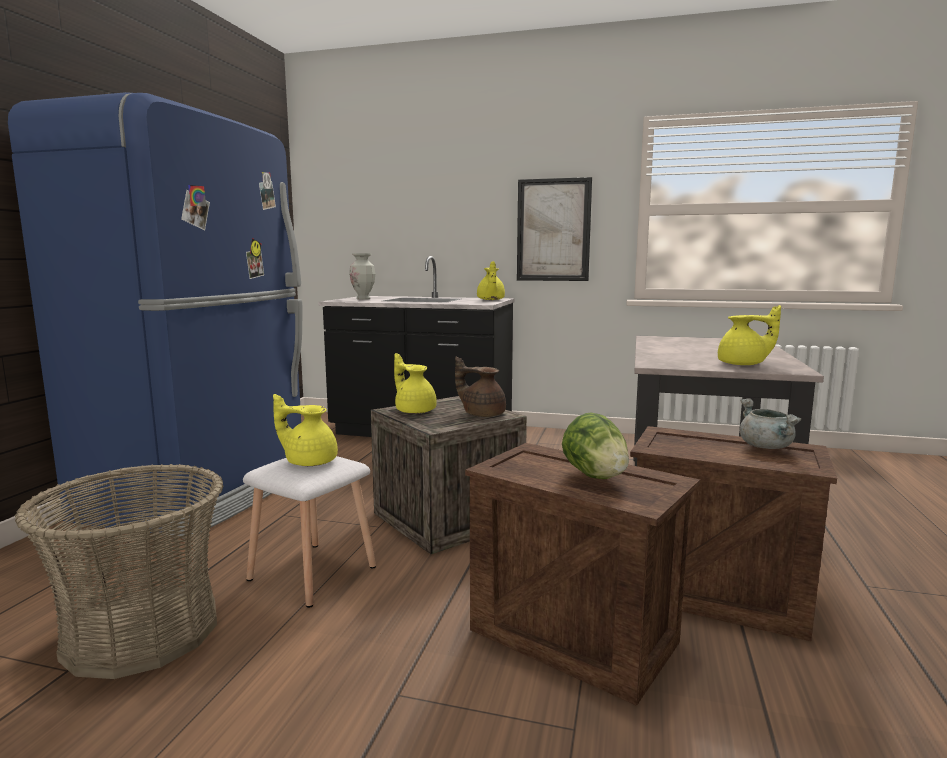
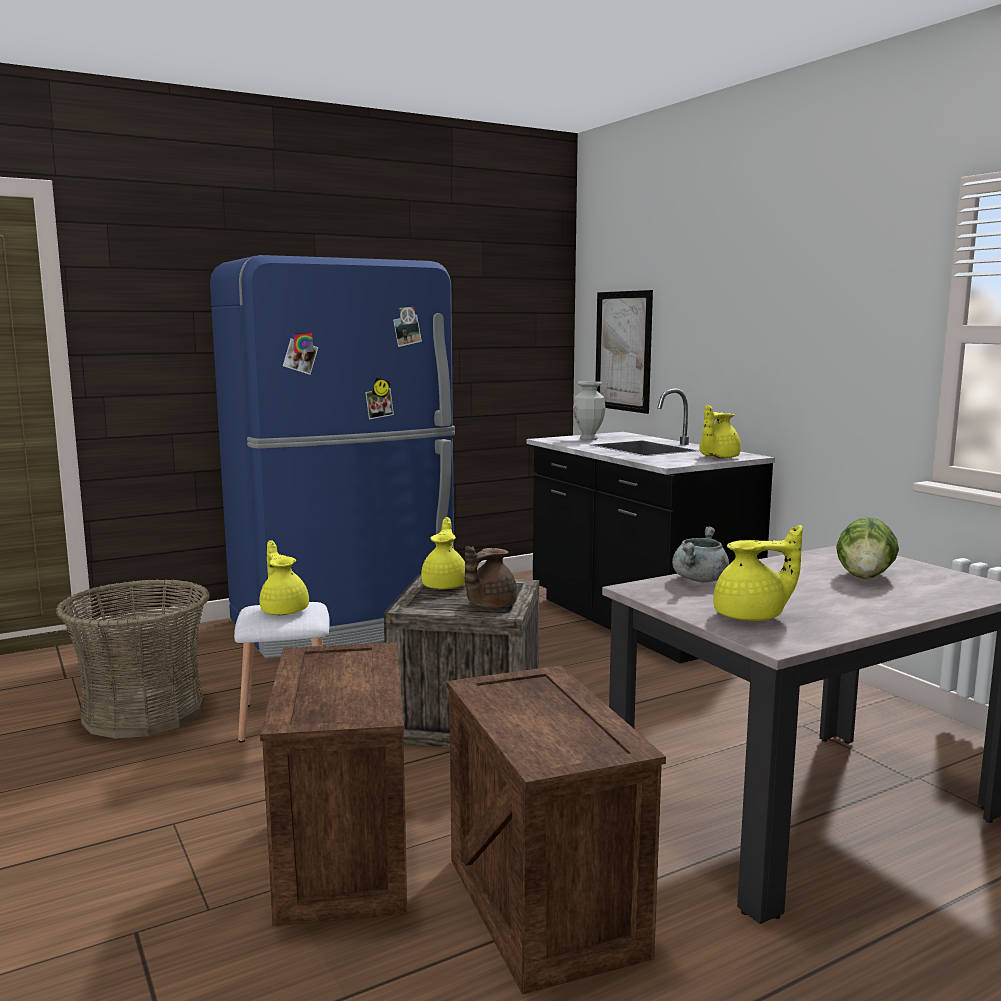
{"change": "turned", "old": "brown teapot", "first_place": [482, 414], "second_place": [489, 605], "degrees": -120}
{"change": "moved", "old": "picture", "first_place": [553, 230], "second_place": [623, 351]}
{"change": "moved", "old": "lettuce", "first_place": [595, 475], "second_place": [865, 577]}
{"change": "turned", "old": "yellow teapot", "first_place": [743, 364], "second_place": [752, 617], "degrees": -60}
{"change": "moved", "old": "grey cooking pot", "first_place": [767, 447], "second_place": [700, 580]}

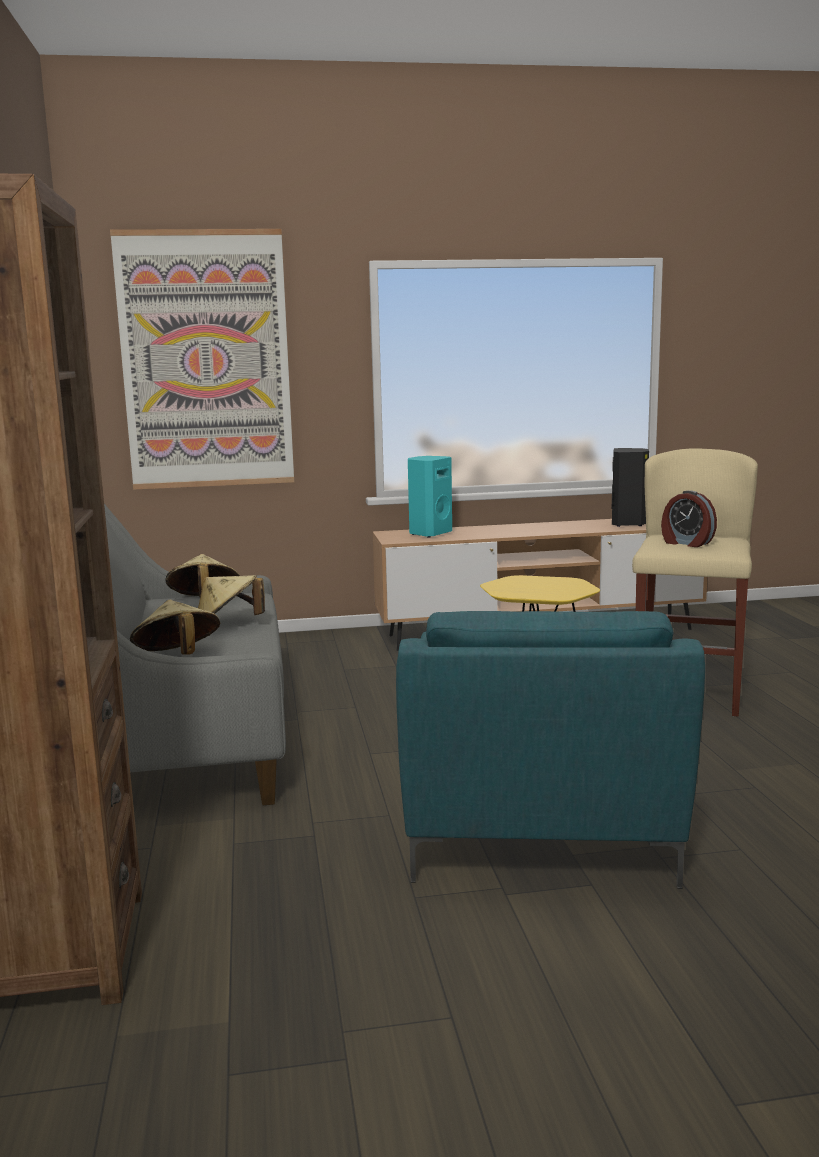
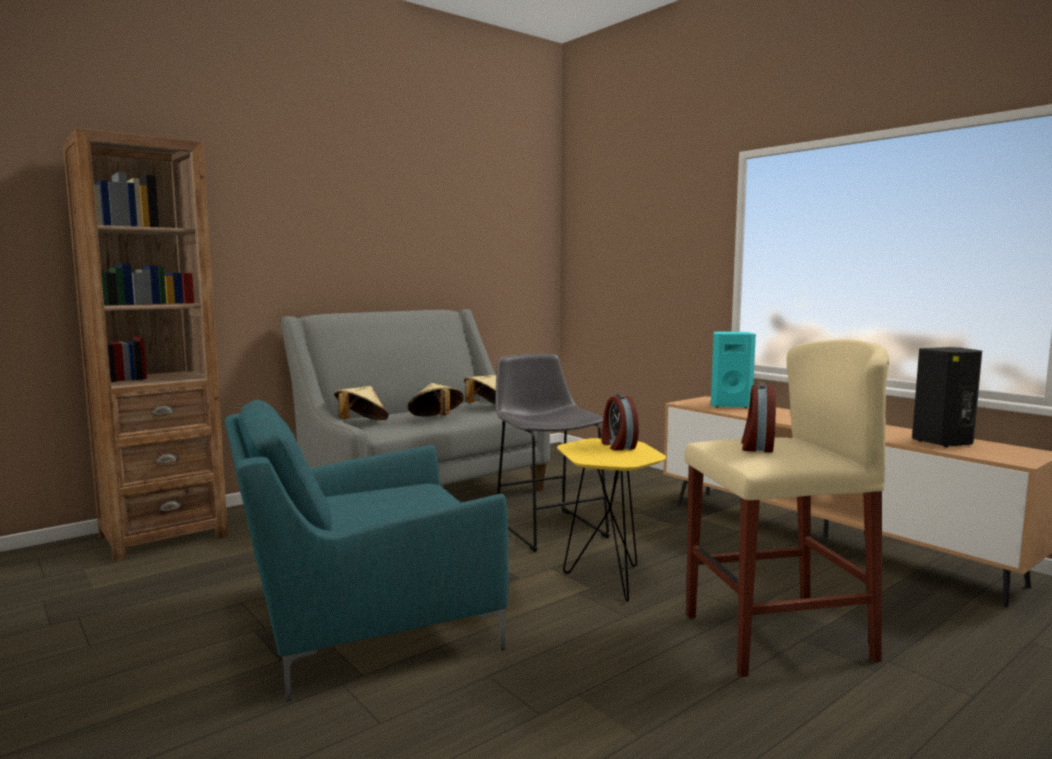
{"change": "removed", "old": "picture", "first_place": [206, 361]}
{"change": "added", "new": "grey stool", "second_place": [548, 527]}
{"change": "added", "new": "alarm clock", "second_place": [617, 445]}

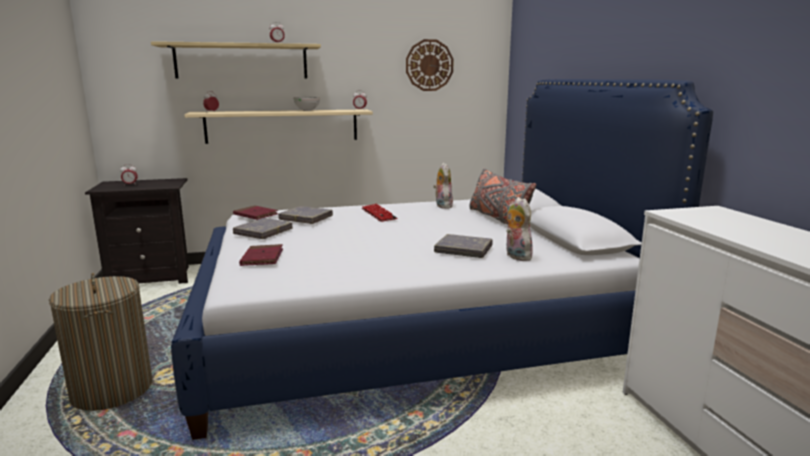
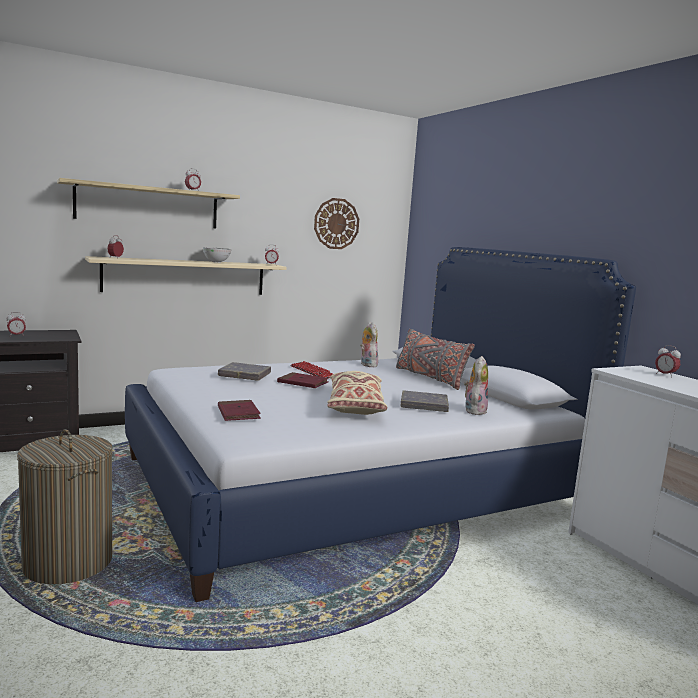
{"change": "moved", "old": "red book", "first_place": [255, 215], "second_place": [303, 383]}
{"change": "removed", "old": "grey book", "first_place": [263, 232]}
{"change": "turned", "old": "plush toy", "first_place": [515, 256], "second_place": [474, 410], "degrees": 60}
{"change": "added", "new": "beige pillow", "second_place": [355, 405]}
{"change": "added", "new": "alarm clock", "second_place": [665, 375]}

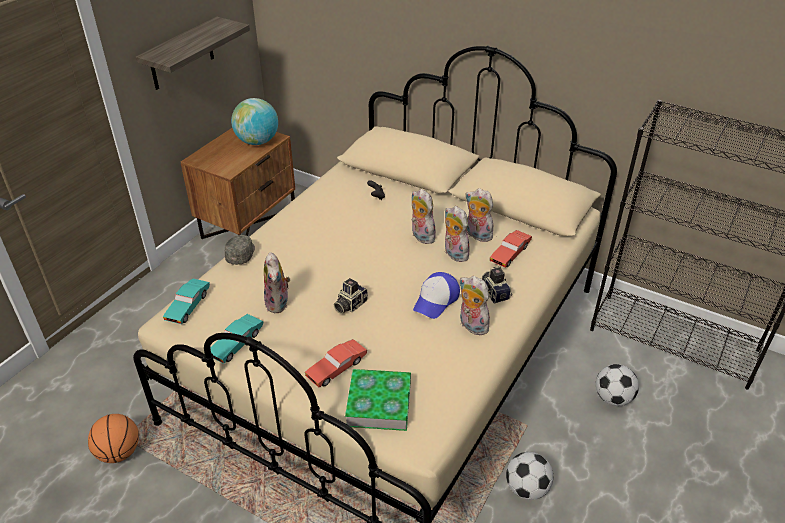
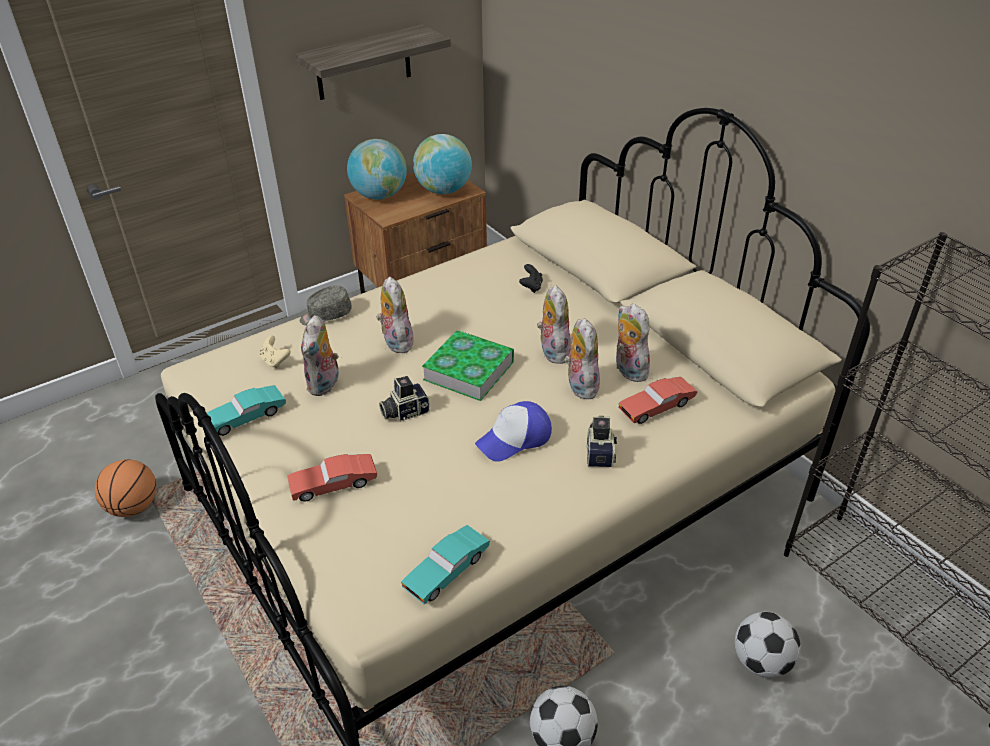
{"change": "moved", "old": "turquoise toy car", "first_place": [188, 306], "second_place": [447, 571]}
{"change": "turned", "old": "grey cap", "first_place": [241, 254], "second_place": [326, 315], "degrees": -150}
{"change": "moved", "old": "book", "first_place": [379, 403], "second_place": [469, 370]}
{"change": "moved", "old": "plush toy", "first_place": [471, 326], "second_place": [396, 342]}
{"change": "added", "new": "beige game controller", "second_place": [275, 361]}
{"change": "added", "new": "globe", "second_place": [379, 196]}

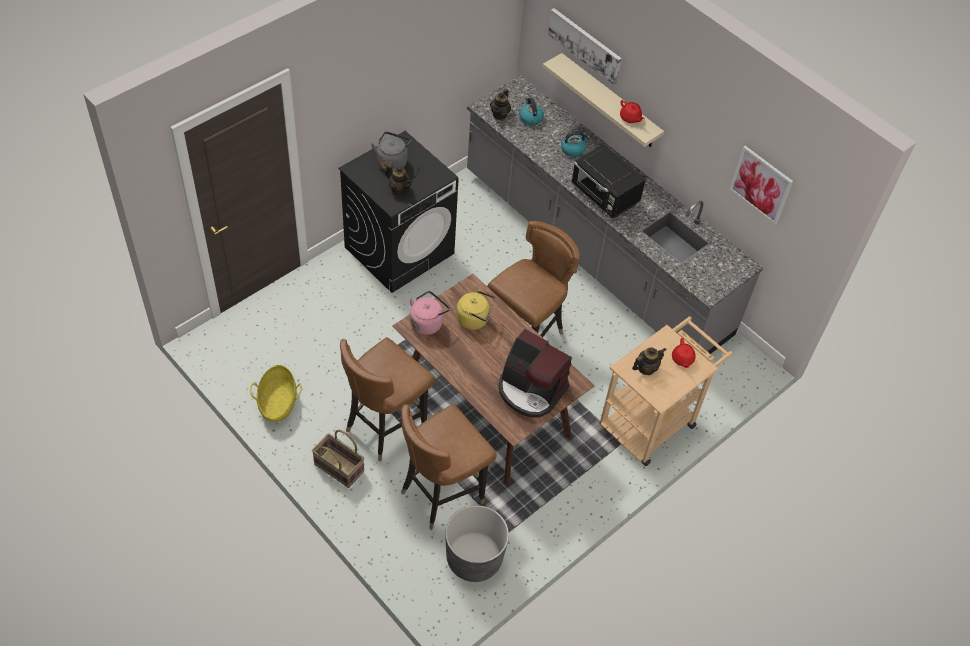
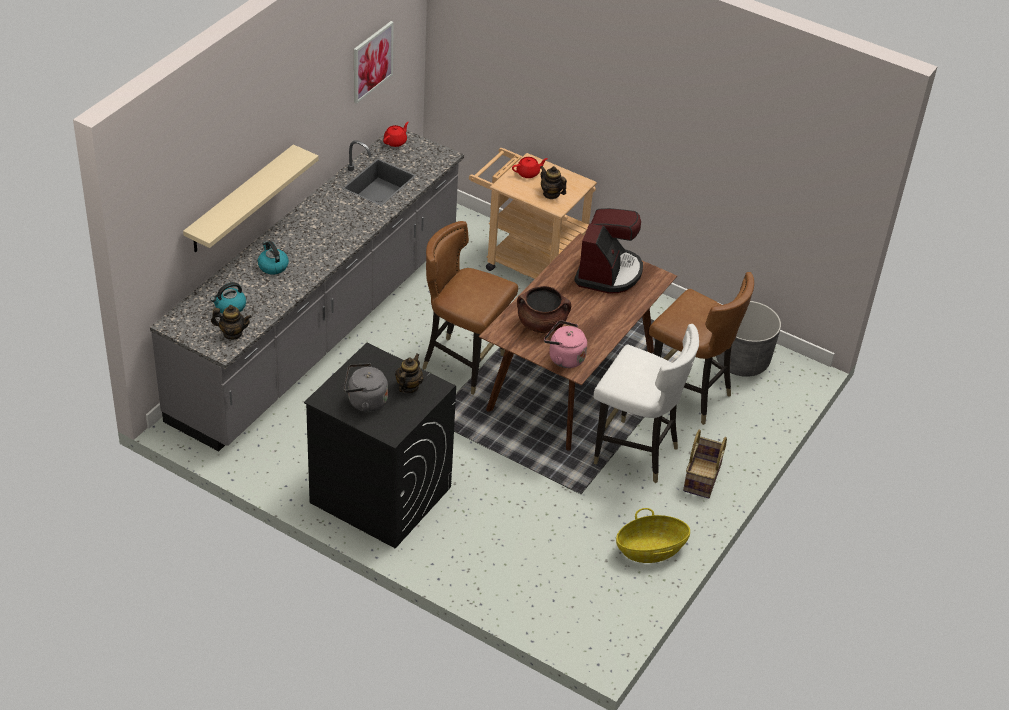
{"change": "recoloured", "old": "brown chair", "new": "white chair", "first_place": [385, 427], "second_place": [634, 453]}
{"change": "replaced", "old": "yellow kettle", "new": "brown cooking pot", "first_place": [474, 319], "second_place": [542, 324]}
{"change": "removed", "old": "picture", "first_place": [585, 45]}
{"change": "removed", "old": "black microwave", "first_place": [604, 196]}
{"change": "moved", "old": "red teapot", "first_place": [630, 118], "second_place": [395, 142]}

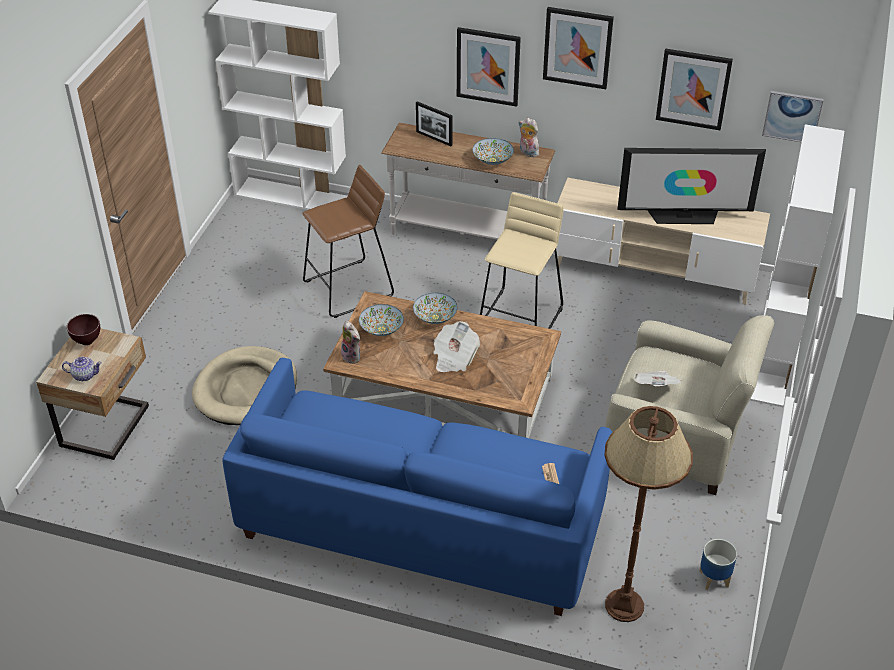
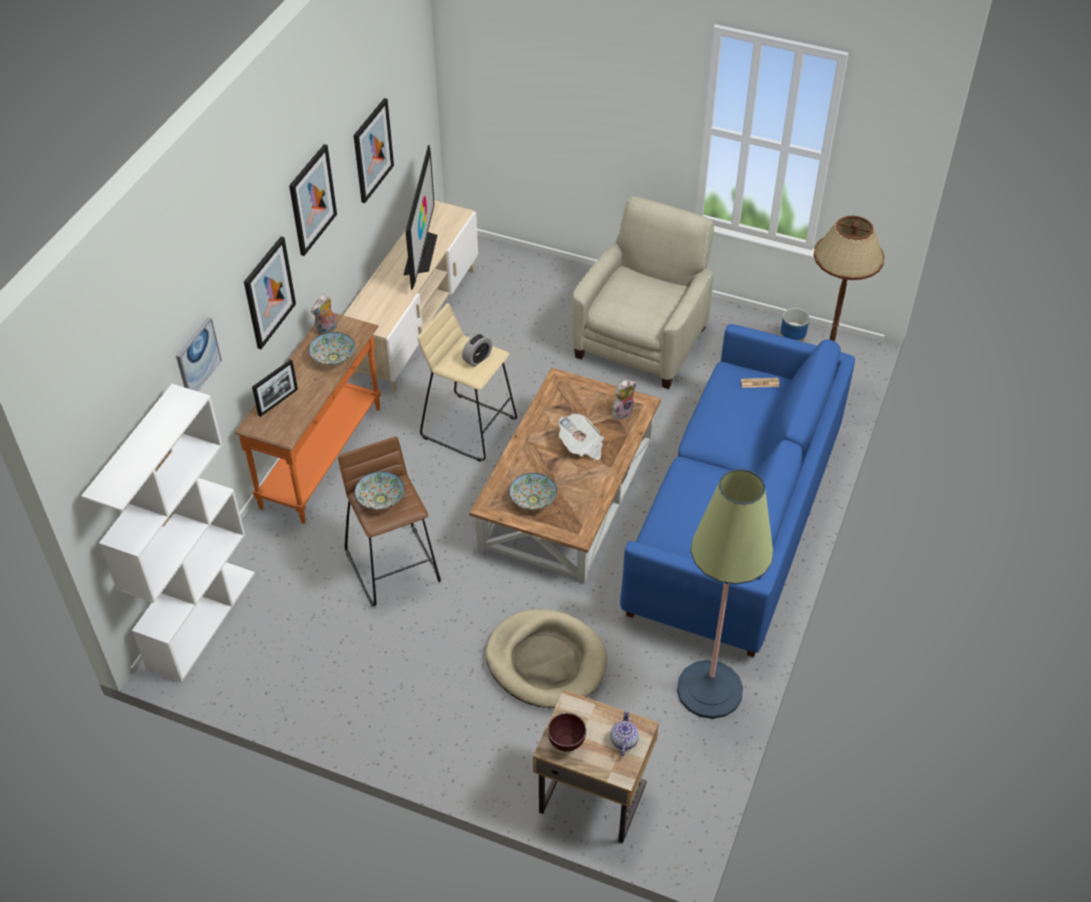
{"change": "moved", "old": "plush toy", "first_place": [353, 356], "second_place": [622, 411]}
{"change": "recoloured", "old": "white console table", "new": "orange console table", "first_place": [467, 235], "second_place": [323, 457]}
{"change": "moved", "old": "bowl", "first_place": [435, 317], "second_place": [380, 499]}
{"change": "removed", "old": "newspaper", "first_place": [655, 387]}
{"change": "removed", "old": "white bookcase", "first_place": [773, 360]}
{"change": "moved", "old": "picture", "first_place": [792, 116], "second_place": [197, 357]}
{"change": "added", "new": "alarm clock", "second_place": [477, 359]}
{"change": "added", "new": "floor lamp", "second_place": [709, 690]}

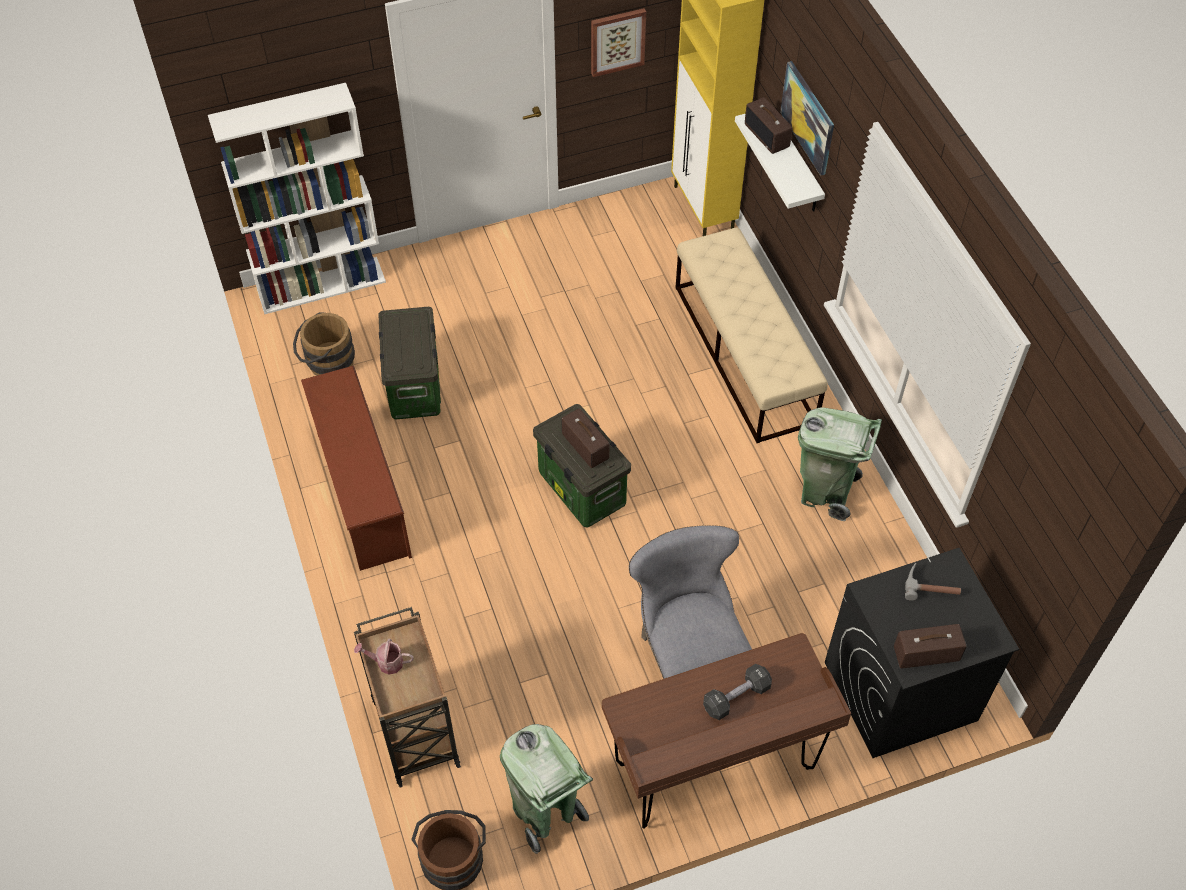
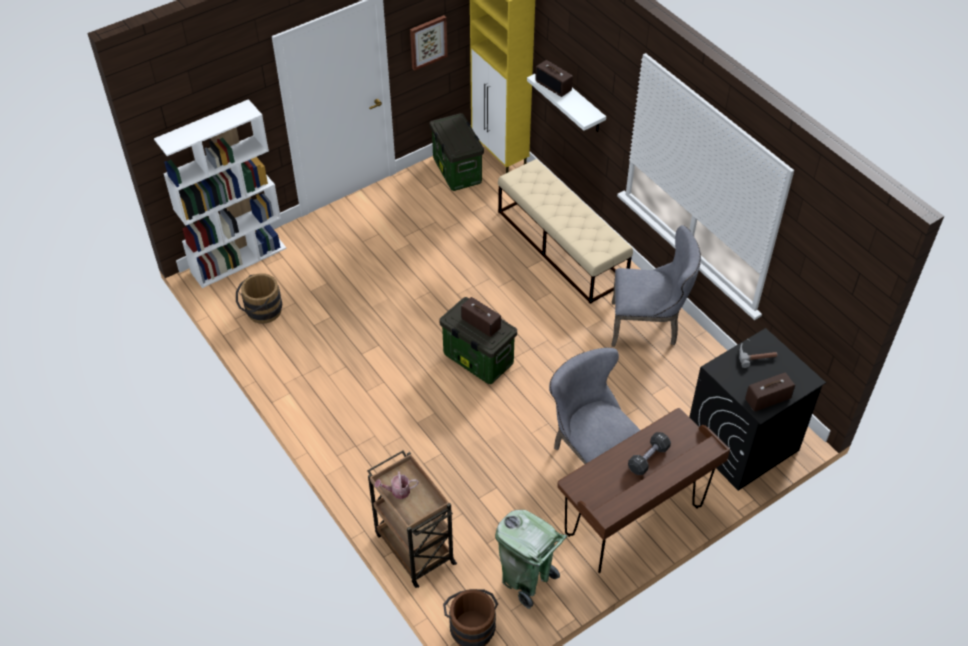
{"change": "removed", "old": "brown shoe rack", "first_place": [361, 493]}
{"change": "moved", "old": "storage box", "first_place": [415, 388], "second_place": [458, 171]}
{"change": "removed", "old": "picture", "first_place": [808, 117]}
{"change": "replaced", "old": "green trash can", "new": "grey chair", "first_place": [826, 492], "second_place": [648, 325]}

